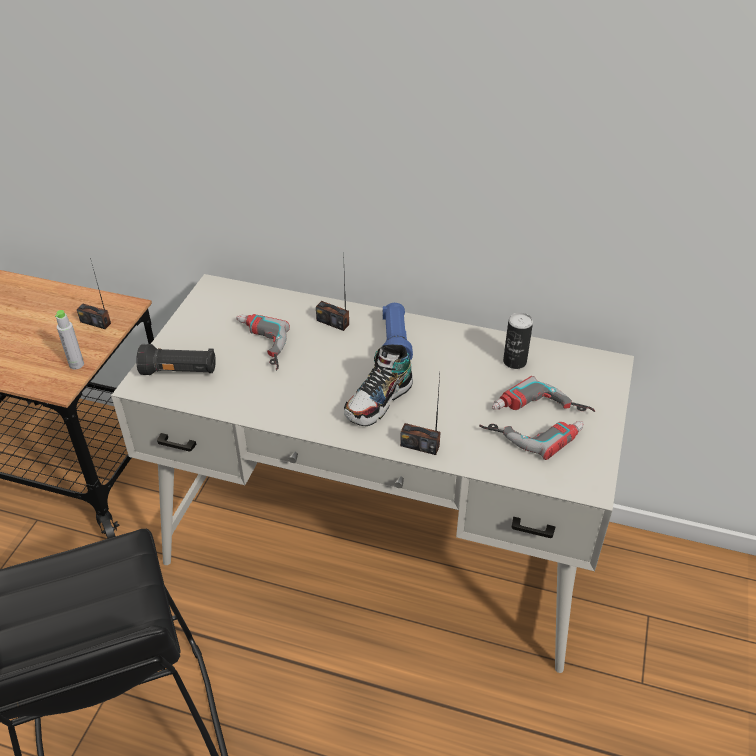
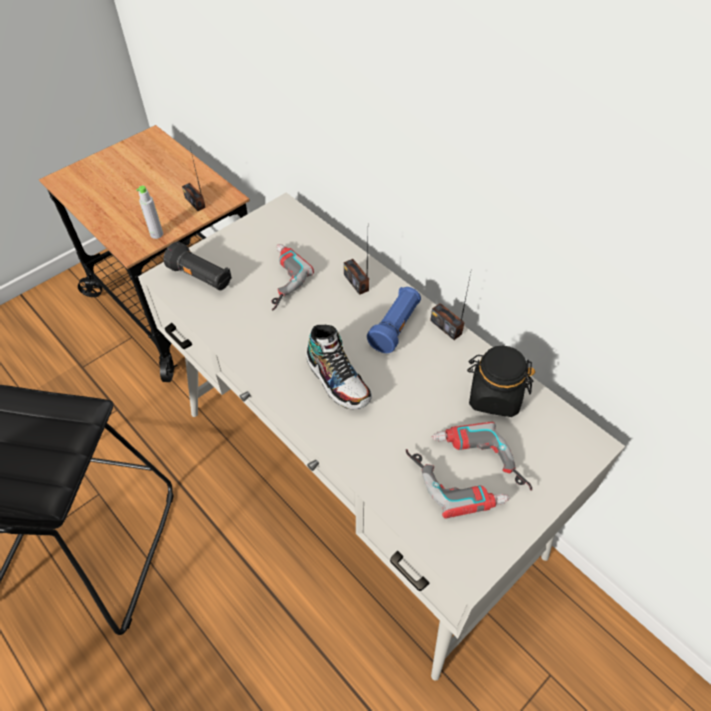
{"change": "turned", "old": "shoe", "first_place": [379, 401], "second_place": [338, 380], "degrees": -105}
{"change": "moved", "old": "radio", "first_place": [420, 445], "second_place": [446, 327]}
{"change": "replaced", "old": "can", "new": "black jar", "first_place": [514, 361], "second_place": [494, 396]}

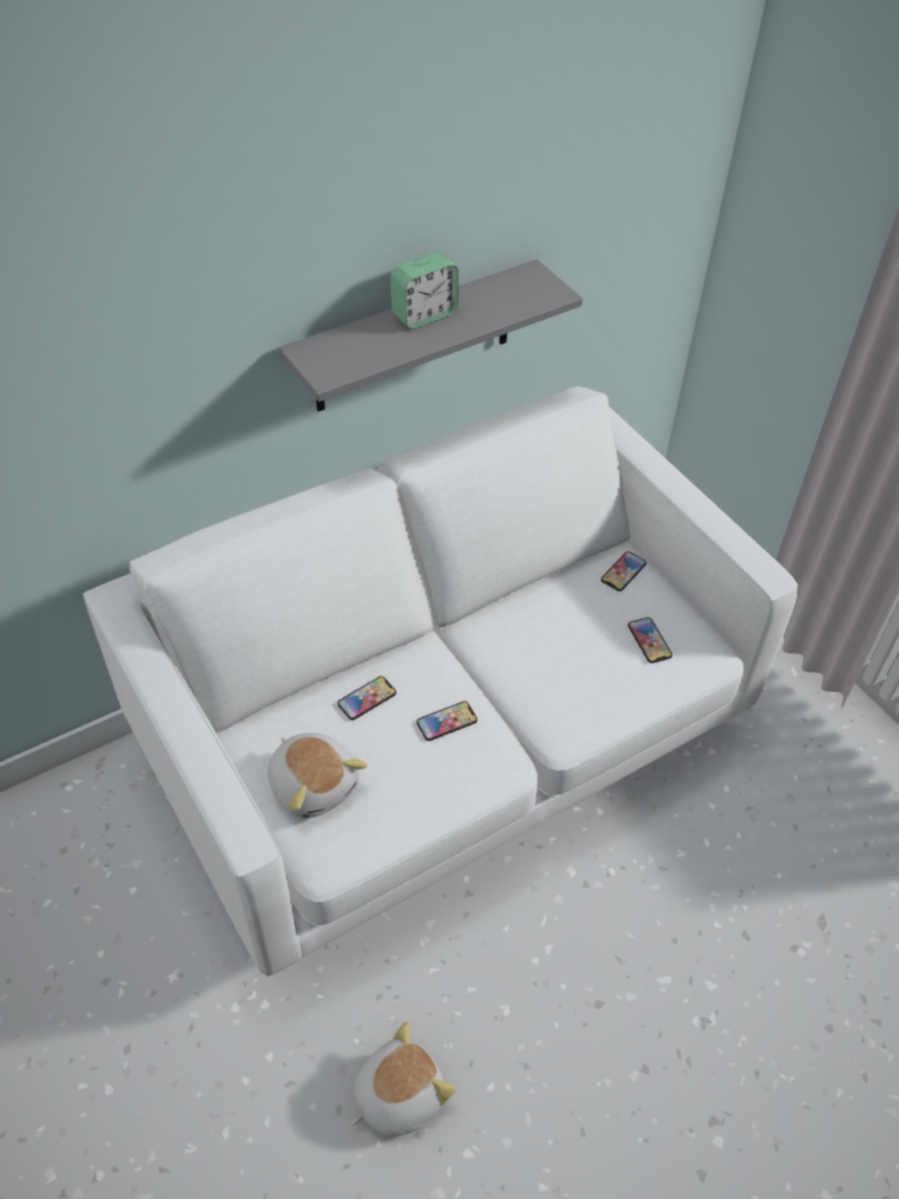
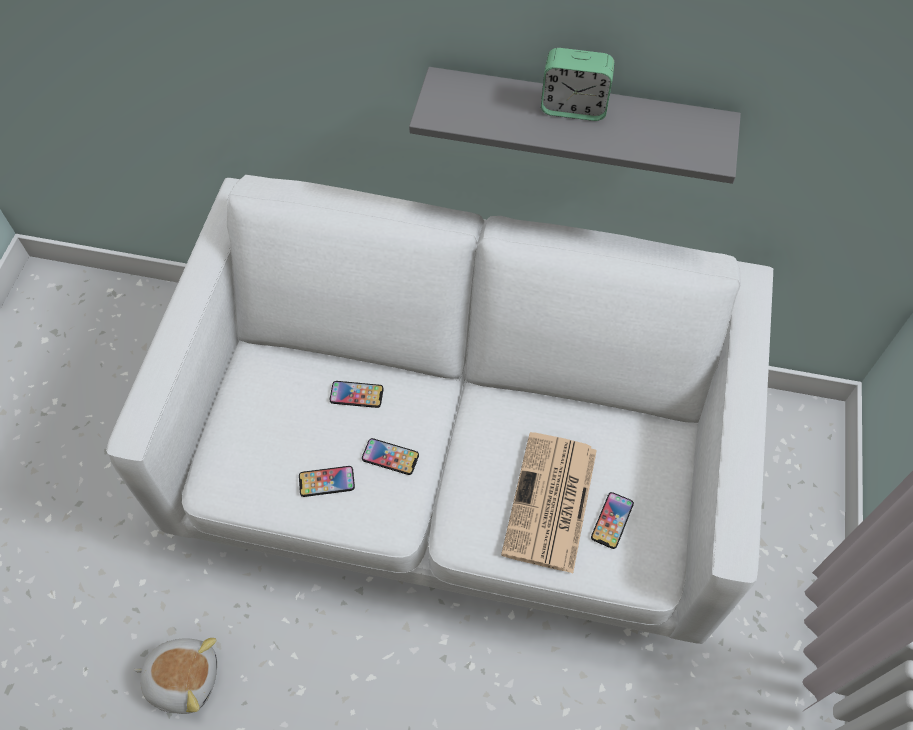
{"change": "removed", "old": "plush toy", "first_place": [314, 784]}
{"change": "moved", "old": "phone", "first_place": [623, 572], "second_place": [326, 482]}
{"change": "added", "new": "newspaper", "second_place": [550, 503]}

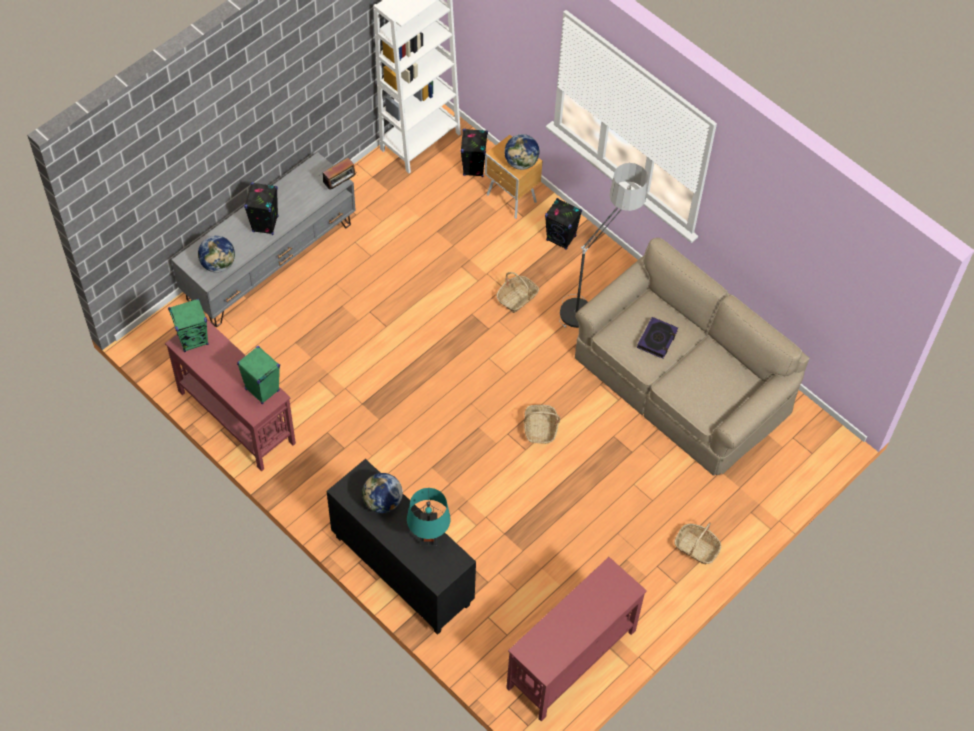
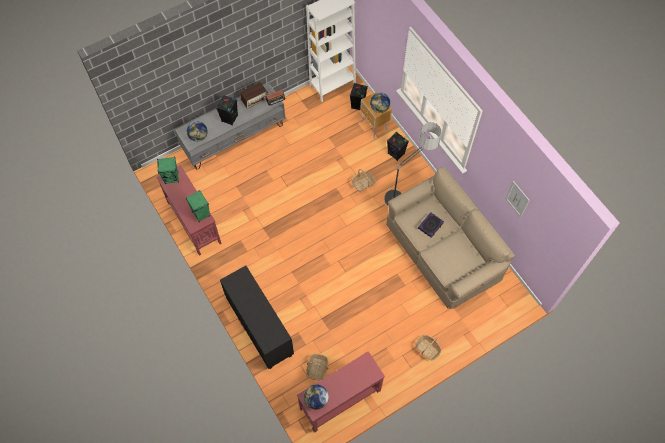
{"change": "moved", "old": "globe", "first_place": [382, 502], "second_place": [316, 400]}
{"change": "removed", "old": "turquoise table lamp", "first_place": [428, 538]}
{"change": "moved", "old": "basket", "first_place": [540, 428], "second_place": [317, 368]}
{"change": "added", "new": "radio", "second_place": [255, 98]}
{"change": "added", "new": "picture", "second_place": [517, 199]}

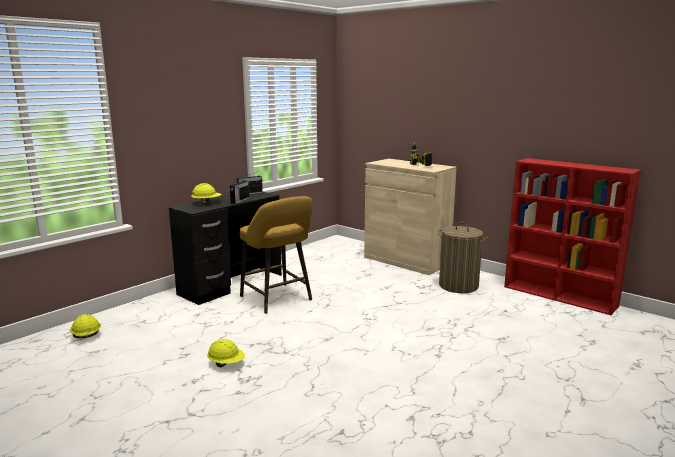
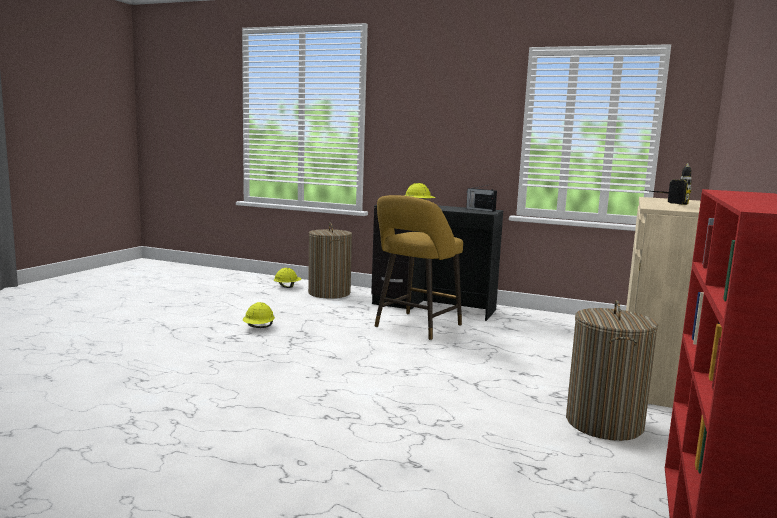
{"change": "removed", "old": "radio", "first_place": [239, 201]}
{"change": "added", "new": "laundry basket", "second_place": [329, 293]}

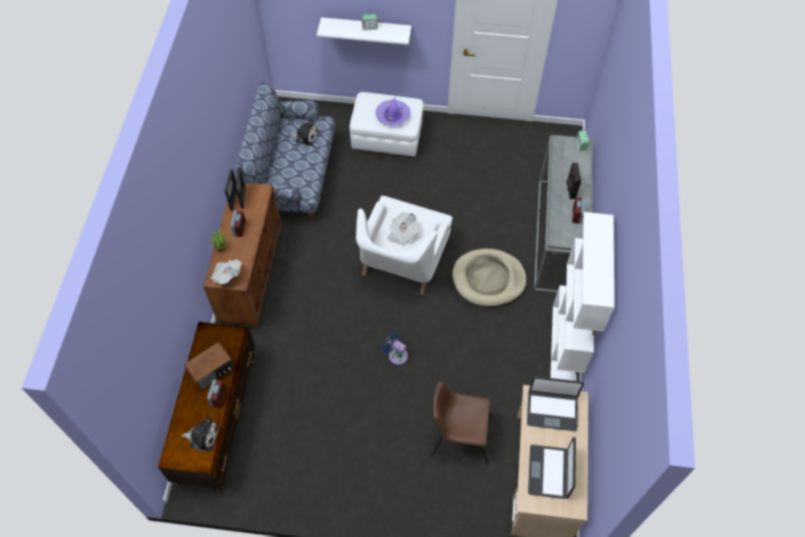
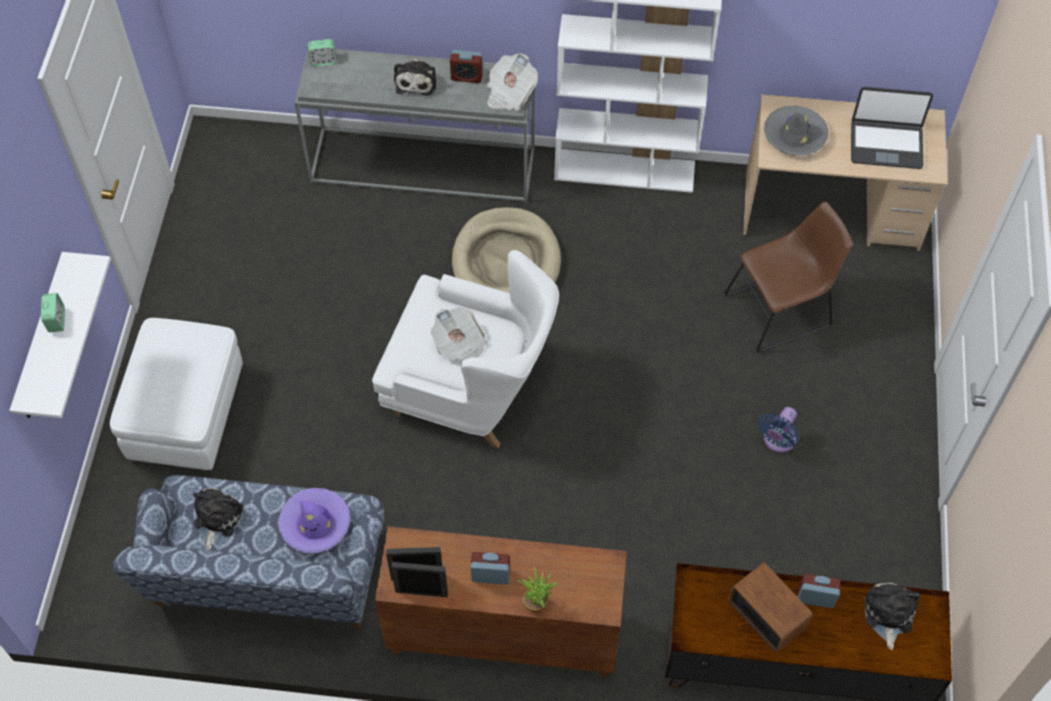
{"change": "moved", "old": "newspaper", "first_place": [227, 275], "second_place": [509, 93]}
{"change": "moved", "old": "purple hat", "first_place": [392, 116], "second_place": [315, 524]}
{"change": "moved", "old": "blue fan", "first_place": [396, 354], "second_place": [777, 441]}
{"change": "turned", "old": "brown chair", "first_place": [458, 435], "second_place": [781, 309], "degrees": -120}
{"change": "replaced", "old": "laptop", "new": "grey hat", "first_place": [552, 410], "second_place": [794, 136]}
{"change": "replaced", "old": "black speaker", "new": "plush toy", "first_place": [570, 190], "second_place": [416, 81]}

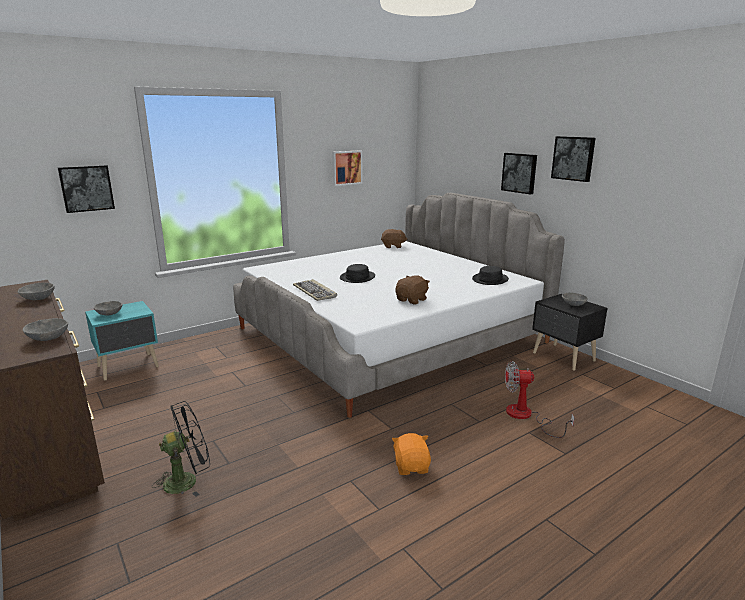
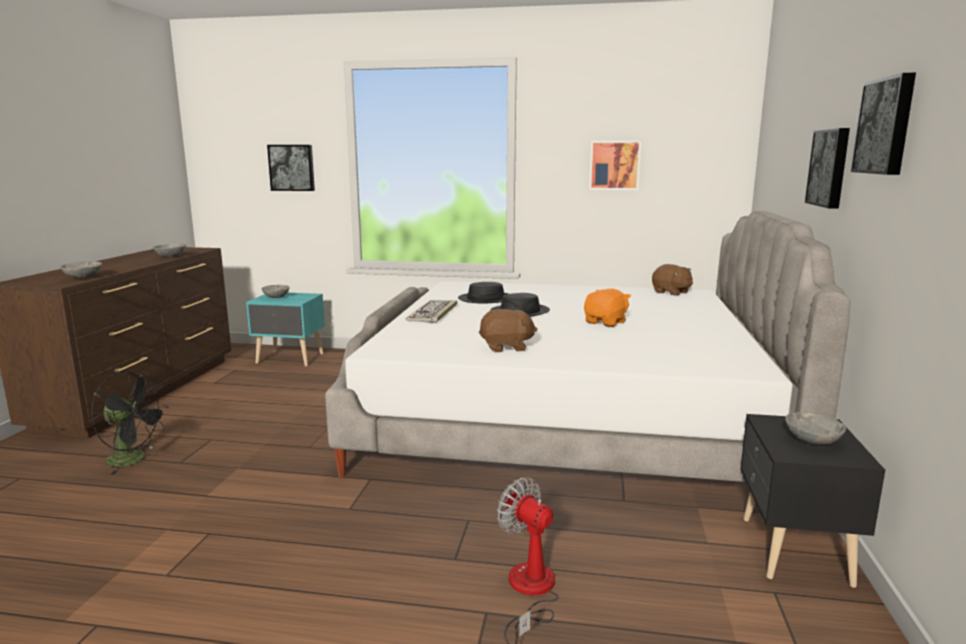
{"change": "moved", "old": "orange plush toy", "first_place": [412, 467], "second_place": [606, 322]}
{"change": "moved", "old": "black hat", "first_place": [490, 279], "second_place": [486, 299]}

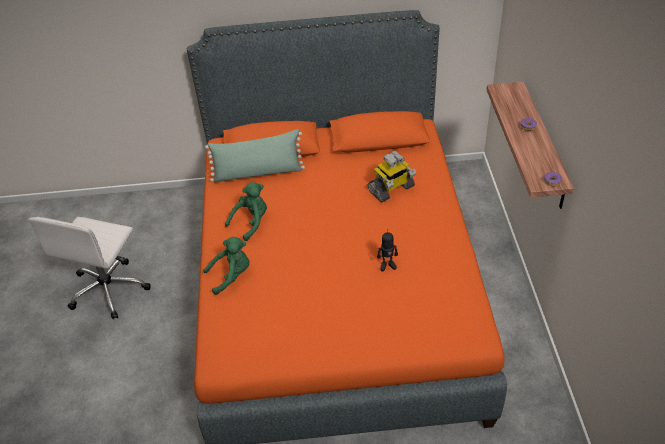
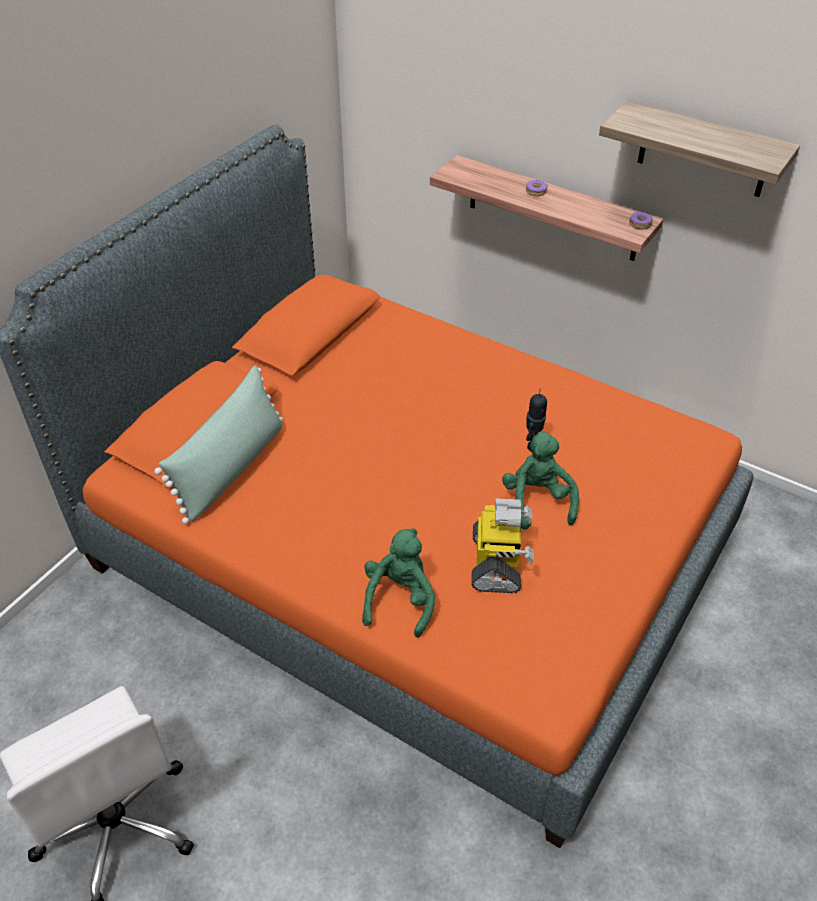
{"change": "moved", "old": "green plush toy", "first_place": [251, 222], "second_place": [537, 501]}
{"change": "moved", "old": "toy robot", "first_place": [391, 189], "second_place": [497, 563]}
{"change": "added", "new": "shelf", "second_place": [703, 150]}

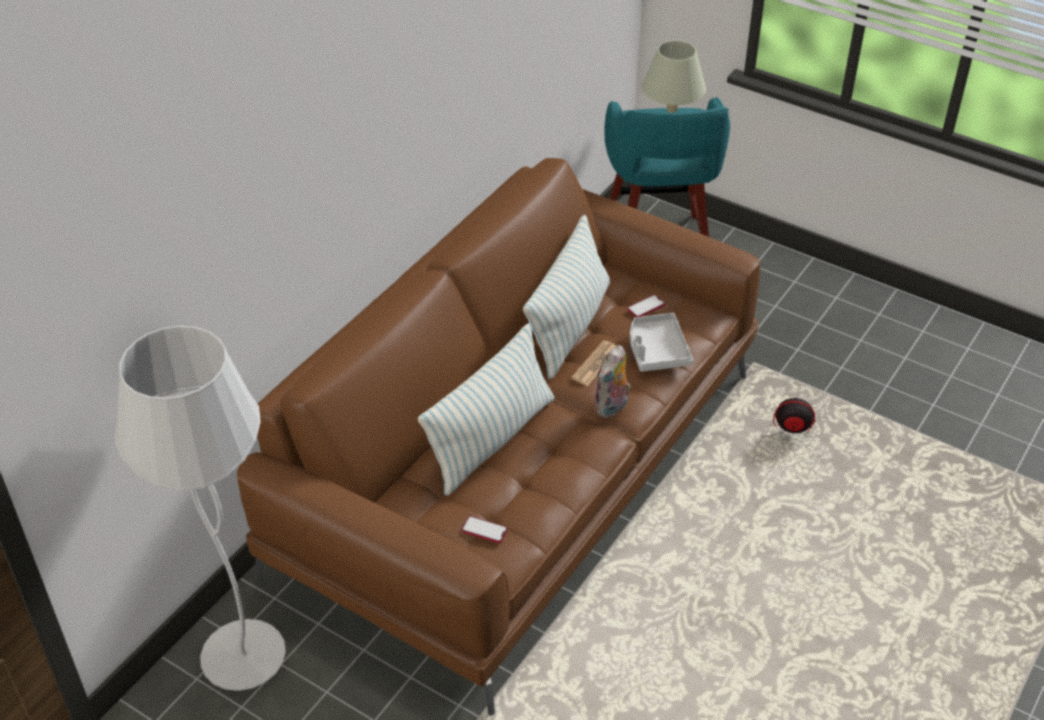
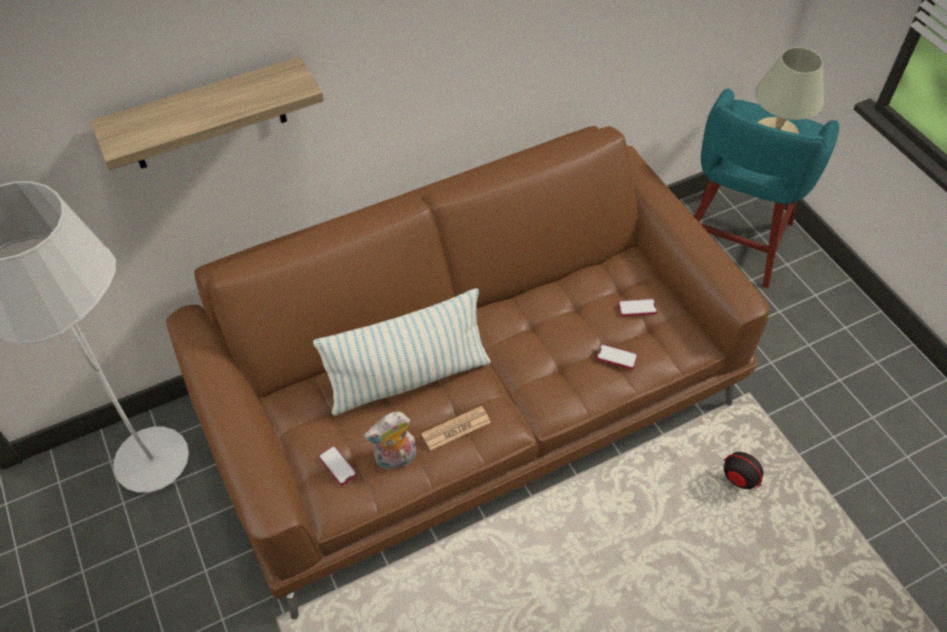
{"change": "removed", "old": "pillow", "first_place": [569, 326]}
{"change": "moved", "old": "newspaper", "first_place": [595, 364], "second_place": [456, 428]}
{"change": "moved", "old": "plush toy", "first_place": [612, 408], "second_place": [395, 460]}
{"change": "replaced", "old": "grey tray", "new": "phone", "first_place": [656, 350], "second_place": [616, 357]}
{"change": "added", "new": "shelf", "second_place": [206, 116]}

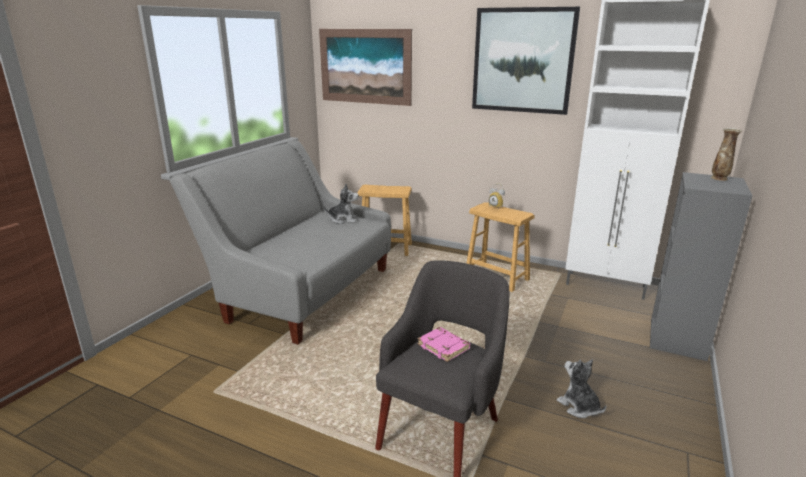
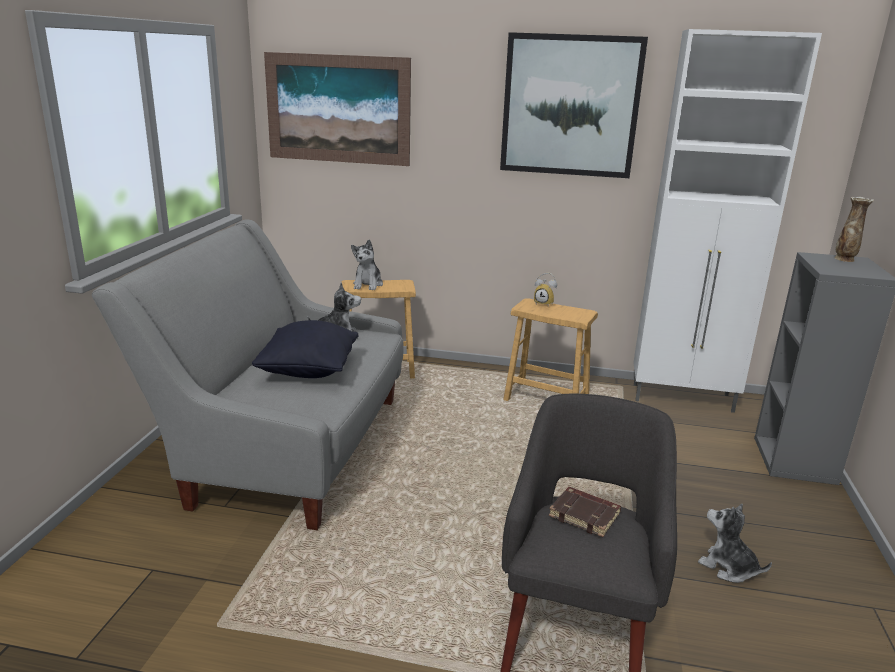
{"change": "recoloured", "old": "pink book", "new": "brown book", "first_place": [444, 347], "second_place": [585, 515]}
{"change": "added", "new": "black pillow", "second_place": [309, 371]}
{"change": "added", "new": "plush toy", "second_place": [368, 285]}

